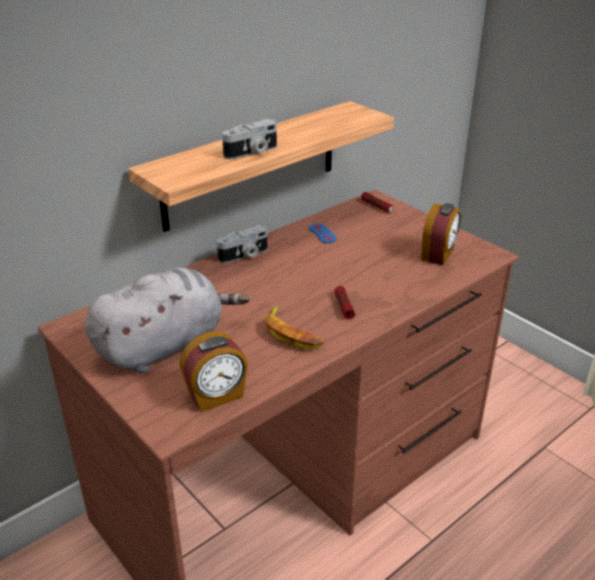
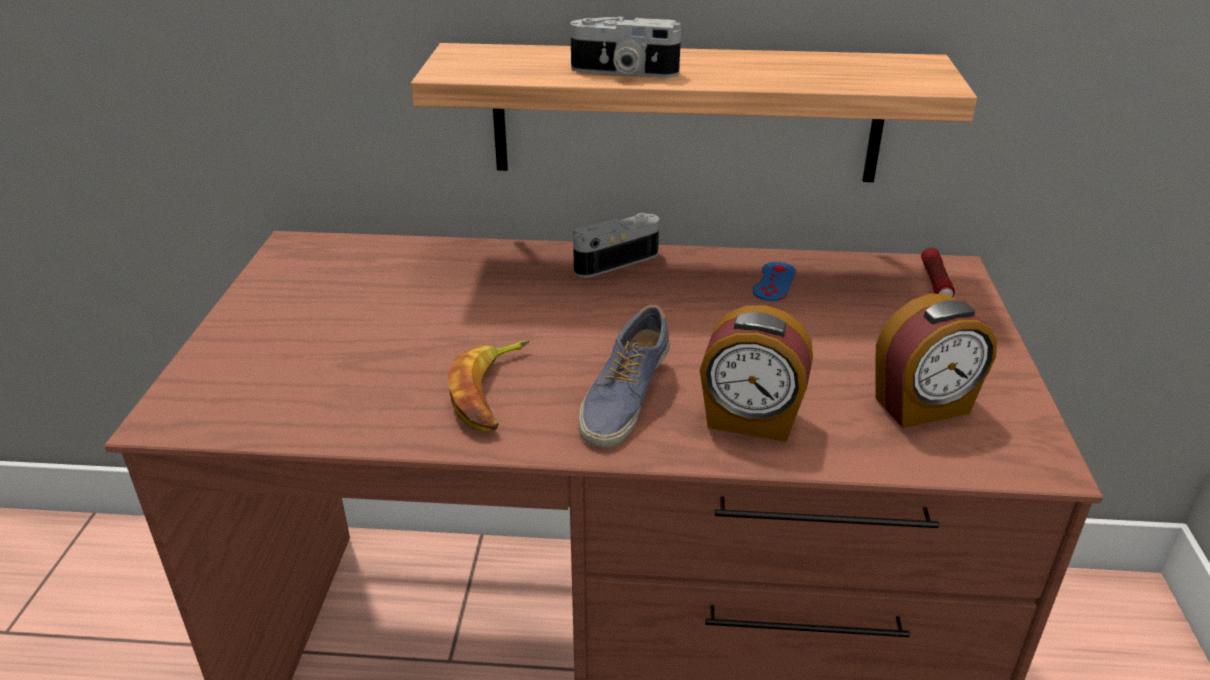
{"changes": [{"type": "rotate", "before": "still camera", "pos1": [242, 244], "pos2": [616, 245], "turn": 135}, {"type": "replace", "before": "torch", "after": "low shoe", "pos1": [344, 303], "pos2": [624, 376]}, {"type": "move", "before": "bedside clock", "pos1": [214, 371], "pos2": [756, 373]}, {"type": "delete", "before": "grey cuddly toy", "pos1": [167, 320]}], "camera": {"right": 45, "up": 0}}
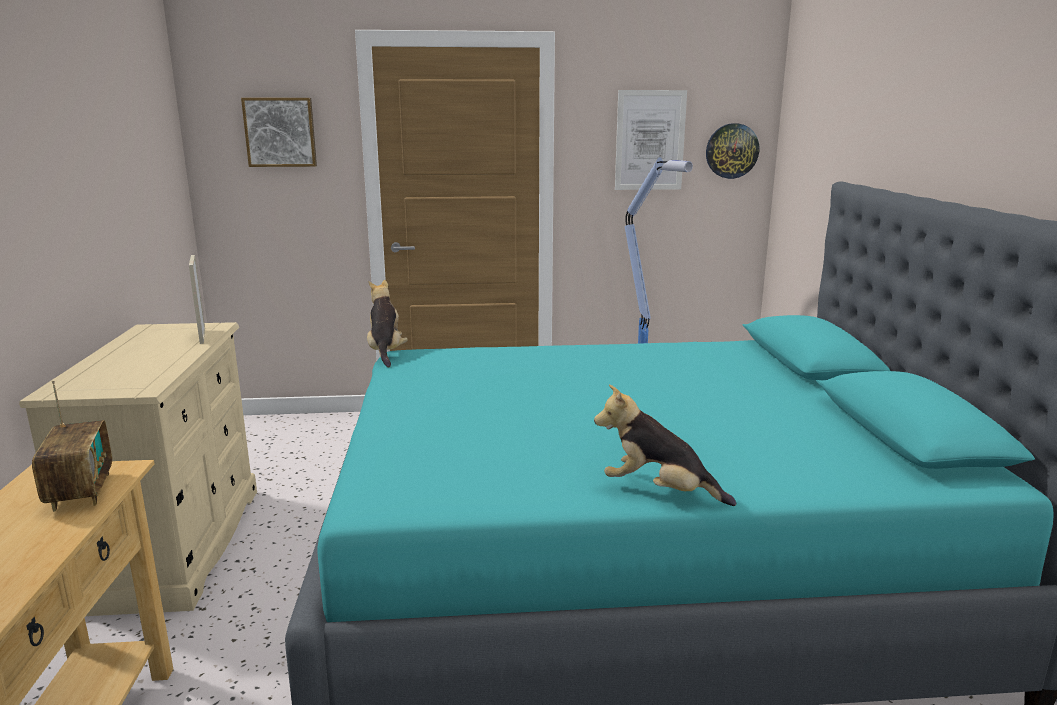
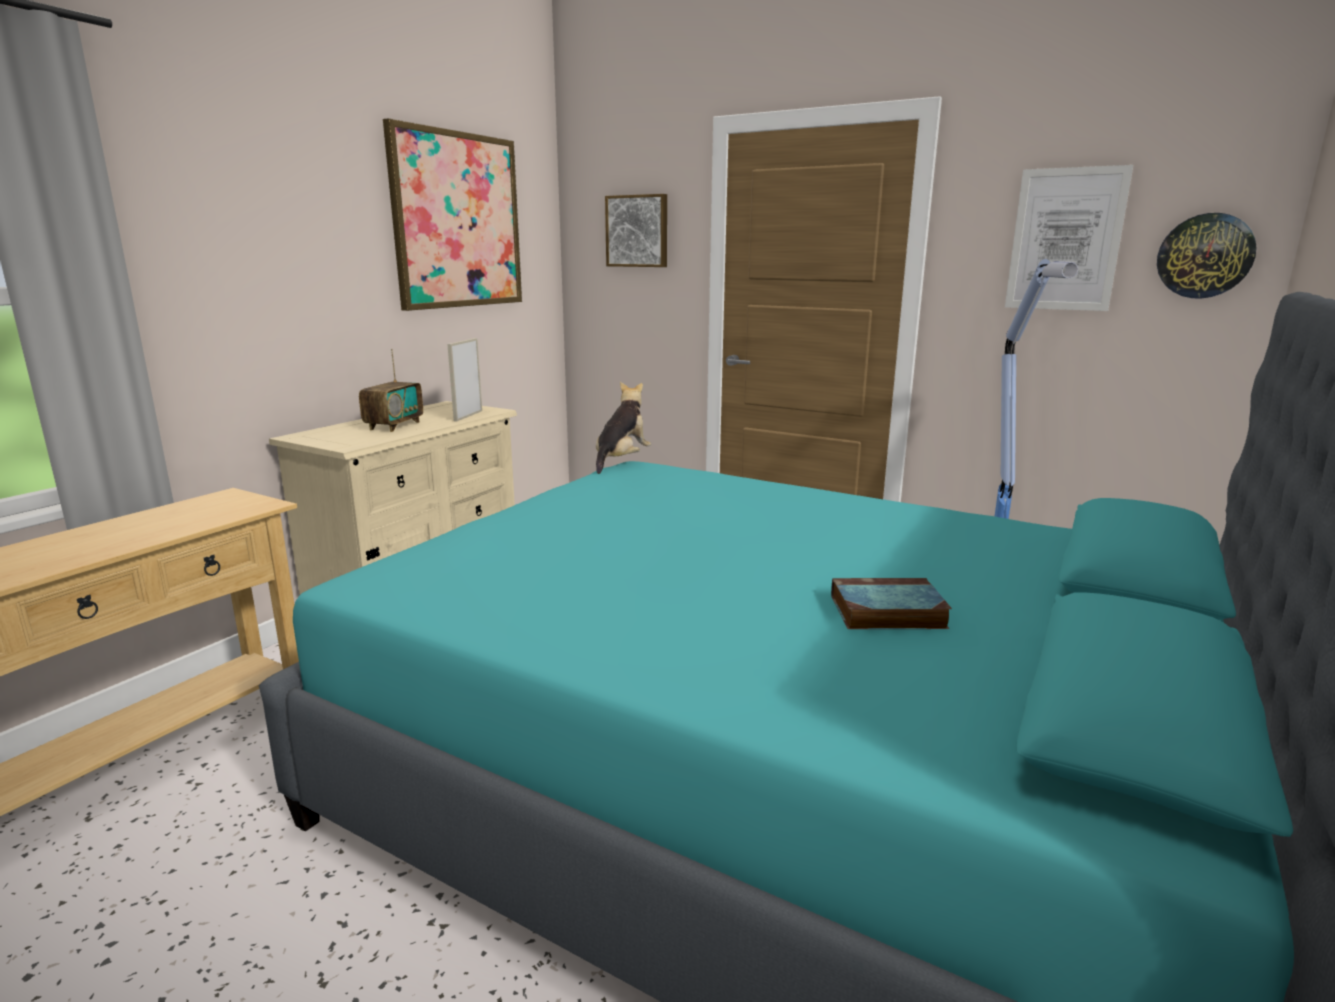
{"changes": [{"type": "move", "before": "radio set", "pos1": [72, 446], "pos2": [391, 390]}, {"type": "insert", "after": "wall art", "pos2": [452, 214]}, {"type": "insert", "after": "book", "pos2": [891, 603]}, {"type": "delete", "before": "cuddly toy", "pos1": [665, 445]}], "camera": {"right": 35, "up": 0}}
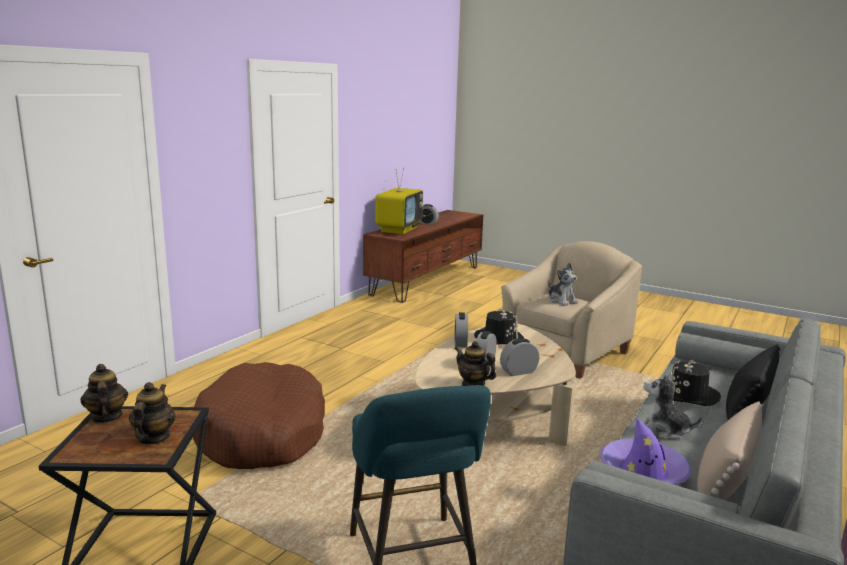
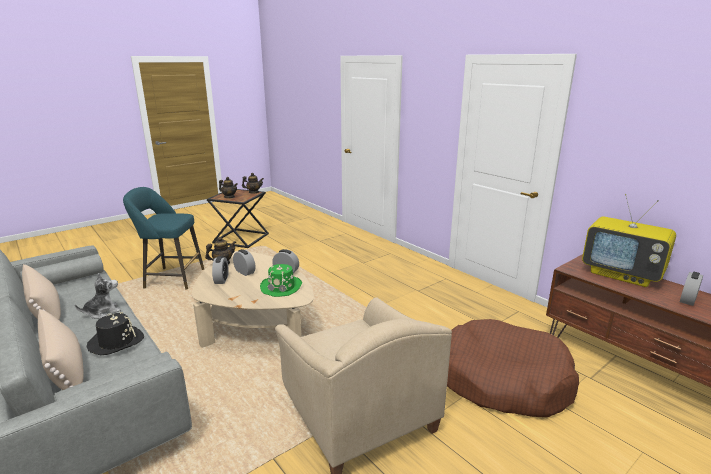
{"changes": [{"type": "recolor", "before": "blackish throw pillow", "after": "beige-coloured throw pillow", "pos1": [753, 382], "pos2": [61, 349]}, {"type": "recolor", "before": "blackish clothing hat", "after": "green clothing hat", "pos1": [499, 326], "pos2": [281, 280]}, {"type": "move", "before": "brown-coloured pet bed", "pos1": [259, 415], "pos2": [513, 368]}, {"type": "delete", "before": "cuddly toy", "pos1": [563, 284]}, {"type": "delete", "before": "purplish clothing hat", "pos1": [645, 451]}], "camera": {"right": 110, "up": 5}}
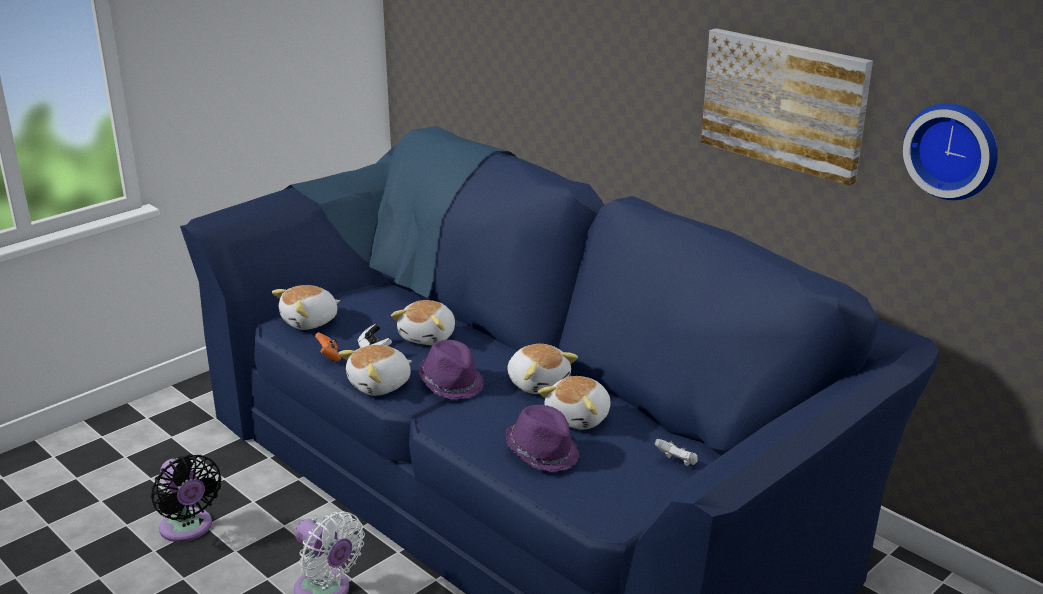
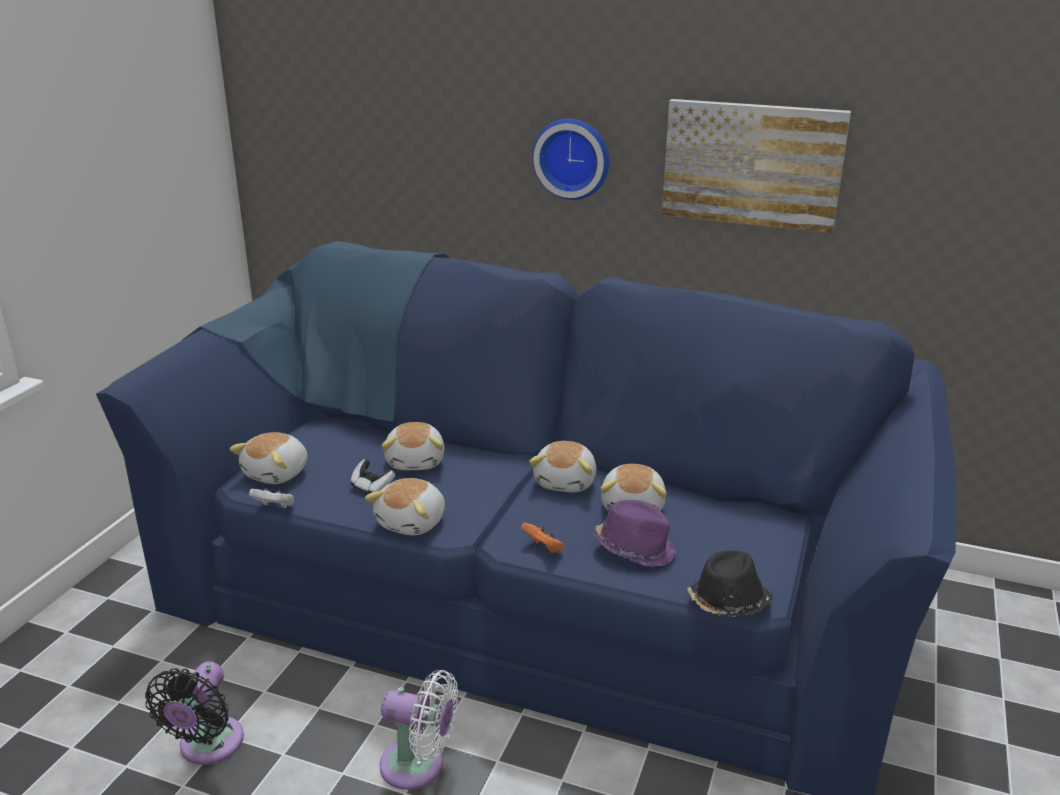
{"changes": [{"type": "rotate", "before": "blackish electric fan", "pos1": [186, 498], "pos2": [194, 713], "turn": 75}, {"type": "move", "before": "white-coloured gamepad", "pos1": [676, 452], "pos2": [271, 498]}, {"type": "move", "before": "orangey gamepad", "pos1": [328, 347], "pos2": [542, 537]}, {"type": "rotate", "before": "cuddly toy", "pos1": [542, 369], "pos2": [563, 466], "turn": 75}, {"type": "move", "before": "clock on the wall", "pos1": [950, 151], "pos2": [570, 159]}, {"type": "insert", "after": "blackish clothing hat", "pos2": [730, 583]}, {"type": "delete", "before": "purplish clothing hat", "pos1": [451, 369]}], "camera": {"right": -25, "up": 0}}
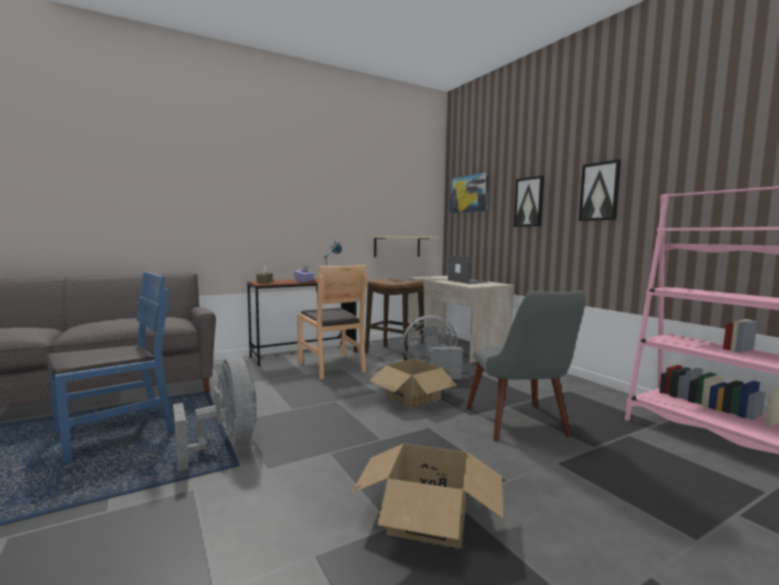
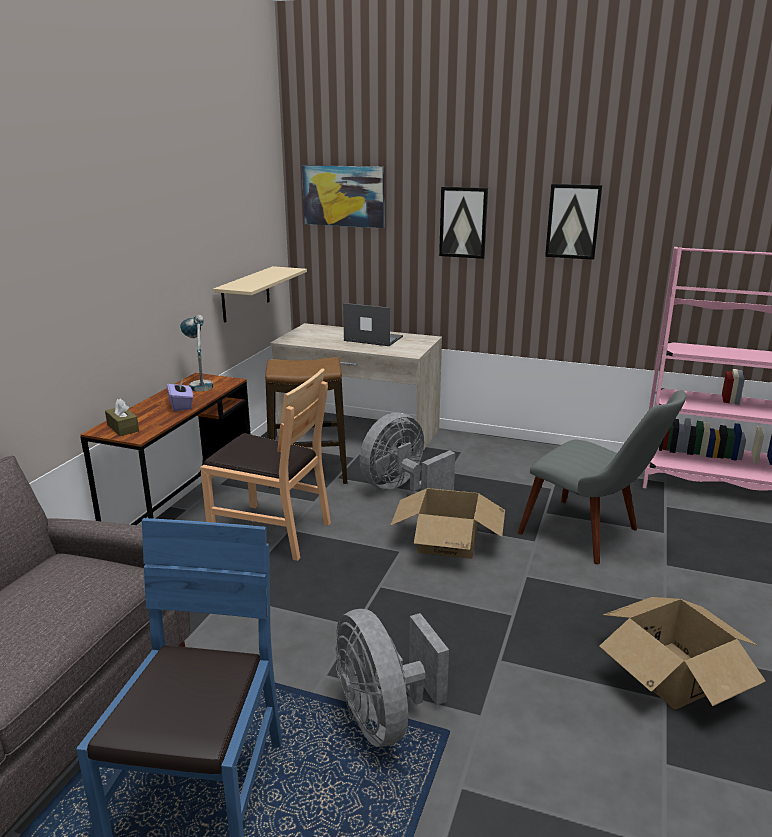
{"changes": [{"type": "rotate", "before": "grey electric fan", "pos1": [215, 414], "pos2": [392, 678], "turn": -135}], "camera": {"right": -40, "up": 15}}
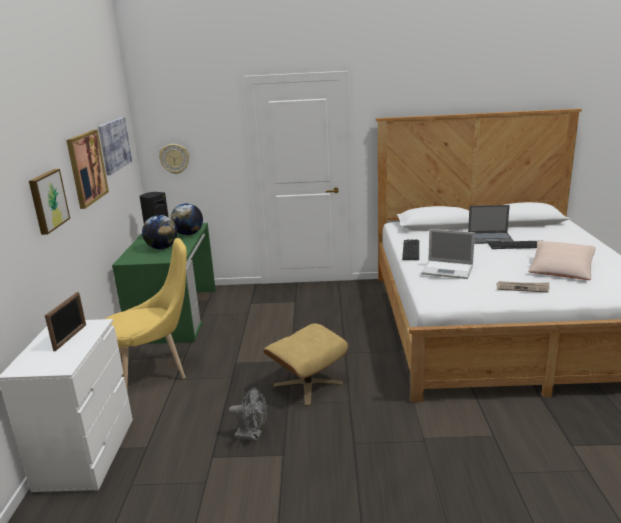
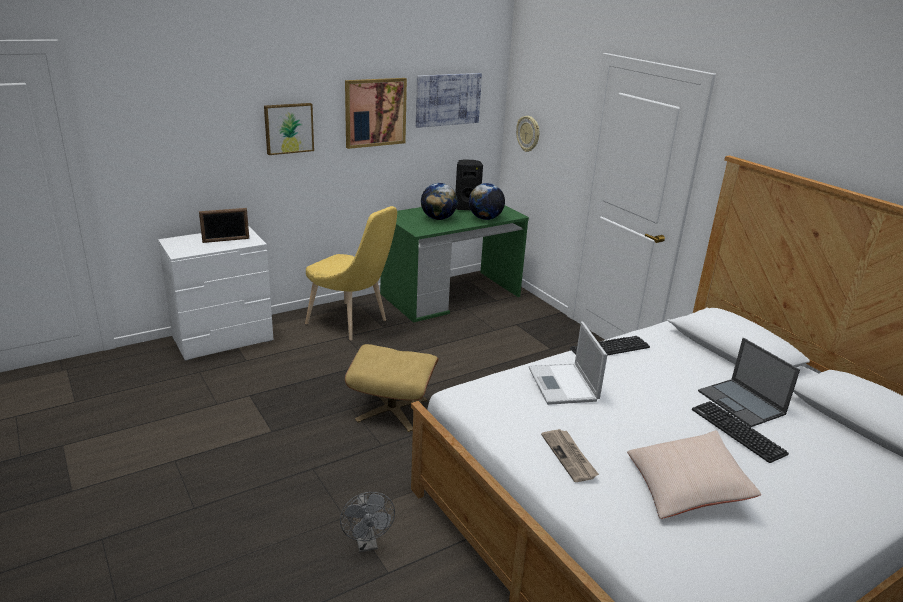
{"changes": [{"type": "move", "before": "grey electric fan", "pos1": [248, 414], "pos2": [367, 522]}], "camera": {"right": 55, "up": 5}}
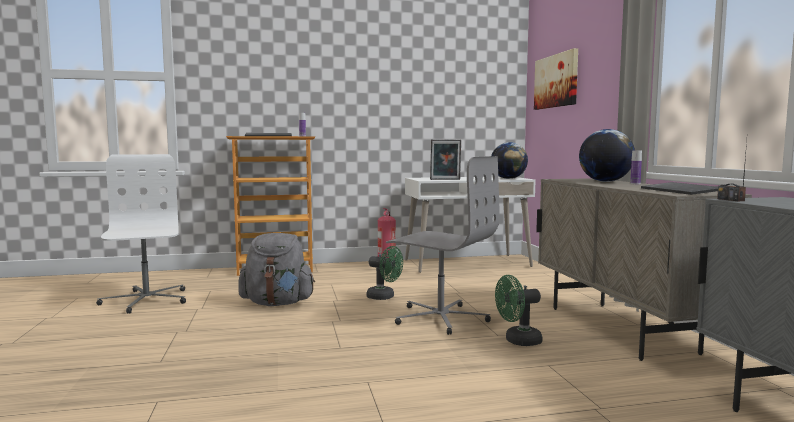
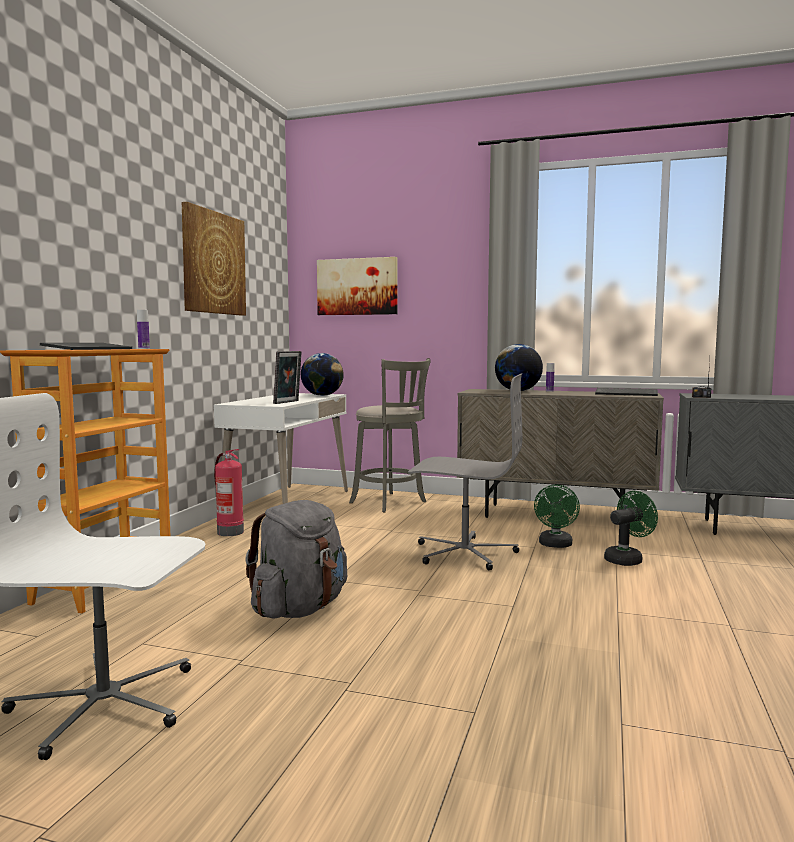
{"changes": [{"type": "insert", "after": "wall art", "pos2": [214, 259]}, {"type": "insert", "after": "grey stool seat", "pos2": [389, 435]}, {"type": "rotate", "before": "grey desk chair", "pos1": [443, 245], "pos2": [465, 472], "turn": 45}, {"type": "move", "before": "green electric fan", "pos1": [384, 273], "pos2": [631, 528]}], "camera": {"right": -60, "up": 0}}
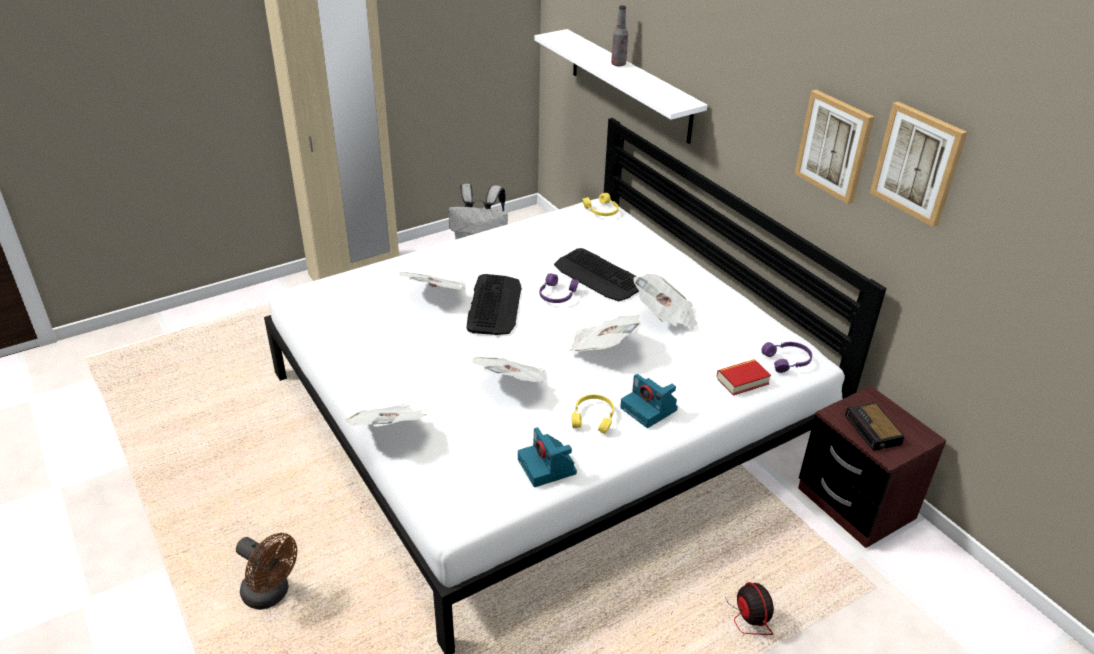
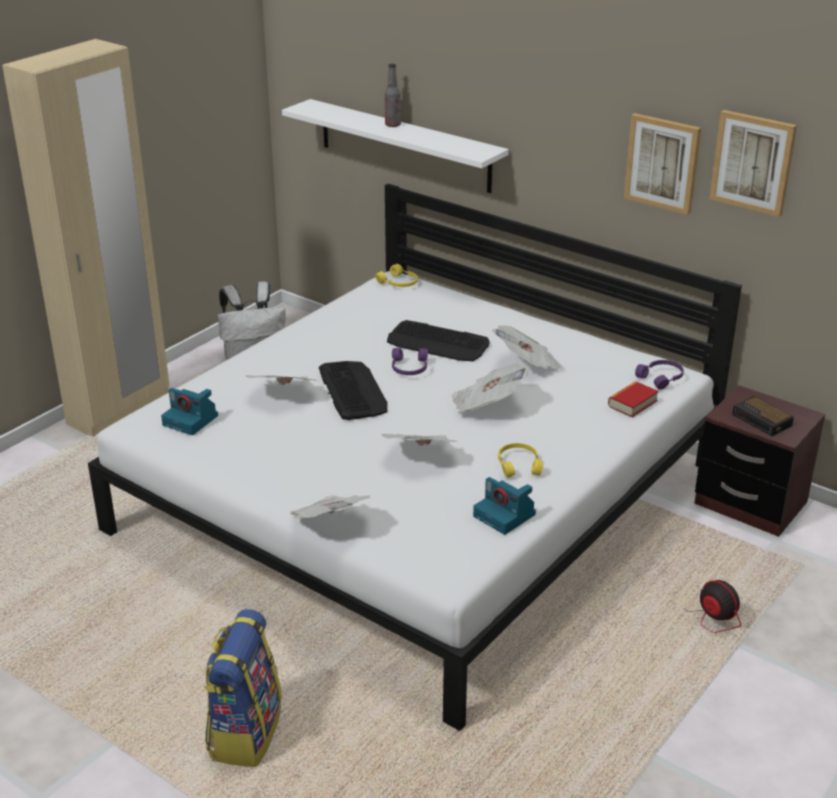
{"changes": [{"type": "move", "before": "still camera", "pos1": [649, 401], "pos2": [189, 411]}, {"type": "replace", "before": "brown-coloured electric fan", "after": "rucksack", "pos1": [266, 571], "pos2": [243, 688]}], "camera": {"right": -20, "up": -5}}
